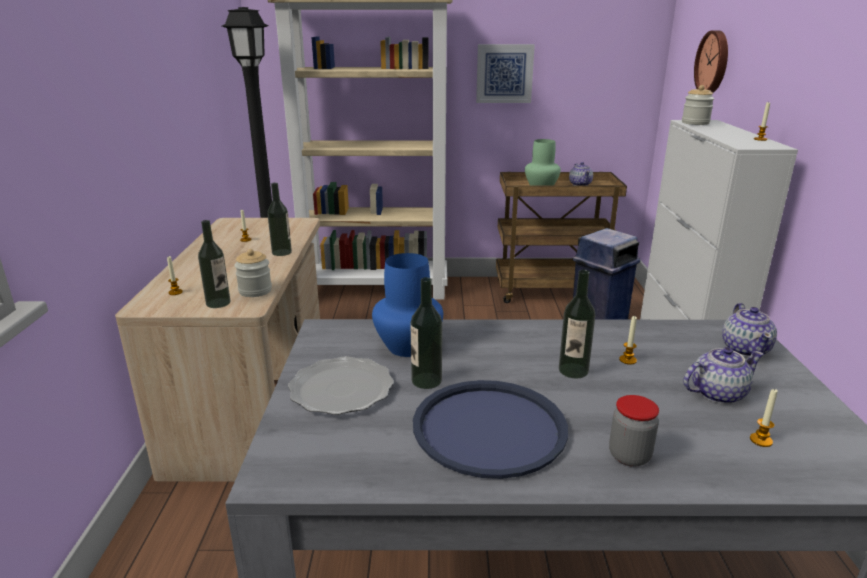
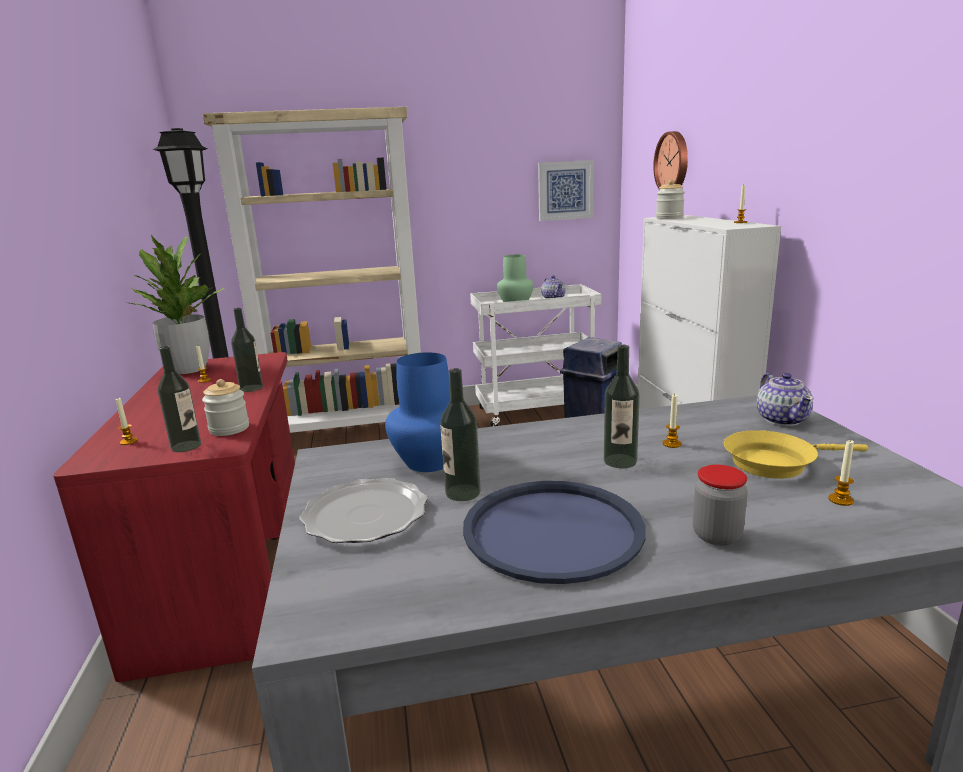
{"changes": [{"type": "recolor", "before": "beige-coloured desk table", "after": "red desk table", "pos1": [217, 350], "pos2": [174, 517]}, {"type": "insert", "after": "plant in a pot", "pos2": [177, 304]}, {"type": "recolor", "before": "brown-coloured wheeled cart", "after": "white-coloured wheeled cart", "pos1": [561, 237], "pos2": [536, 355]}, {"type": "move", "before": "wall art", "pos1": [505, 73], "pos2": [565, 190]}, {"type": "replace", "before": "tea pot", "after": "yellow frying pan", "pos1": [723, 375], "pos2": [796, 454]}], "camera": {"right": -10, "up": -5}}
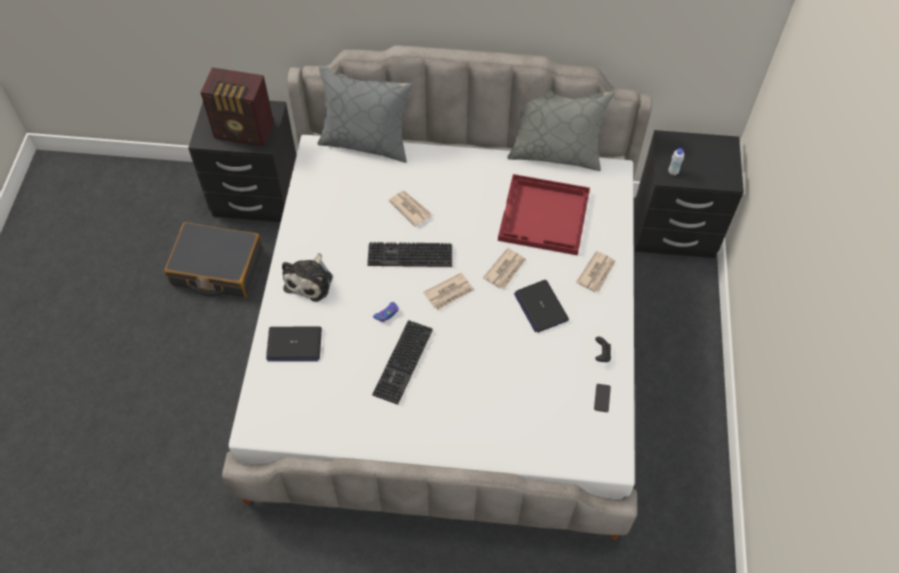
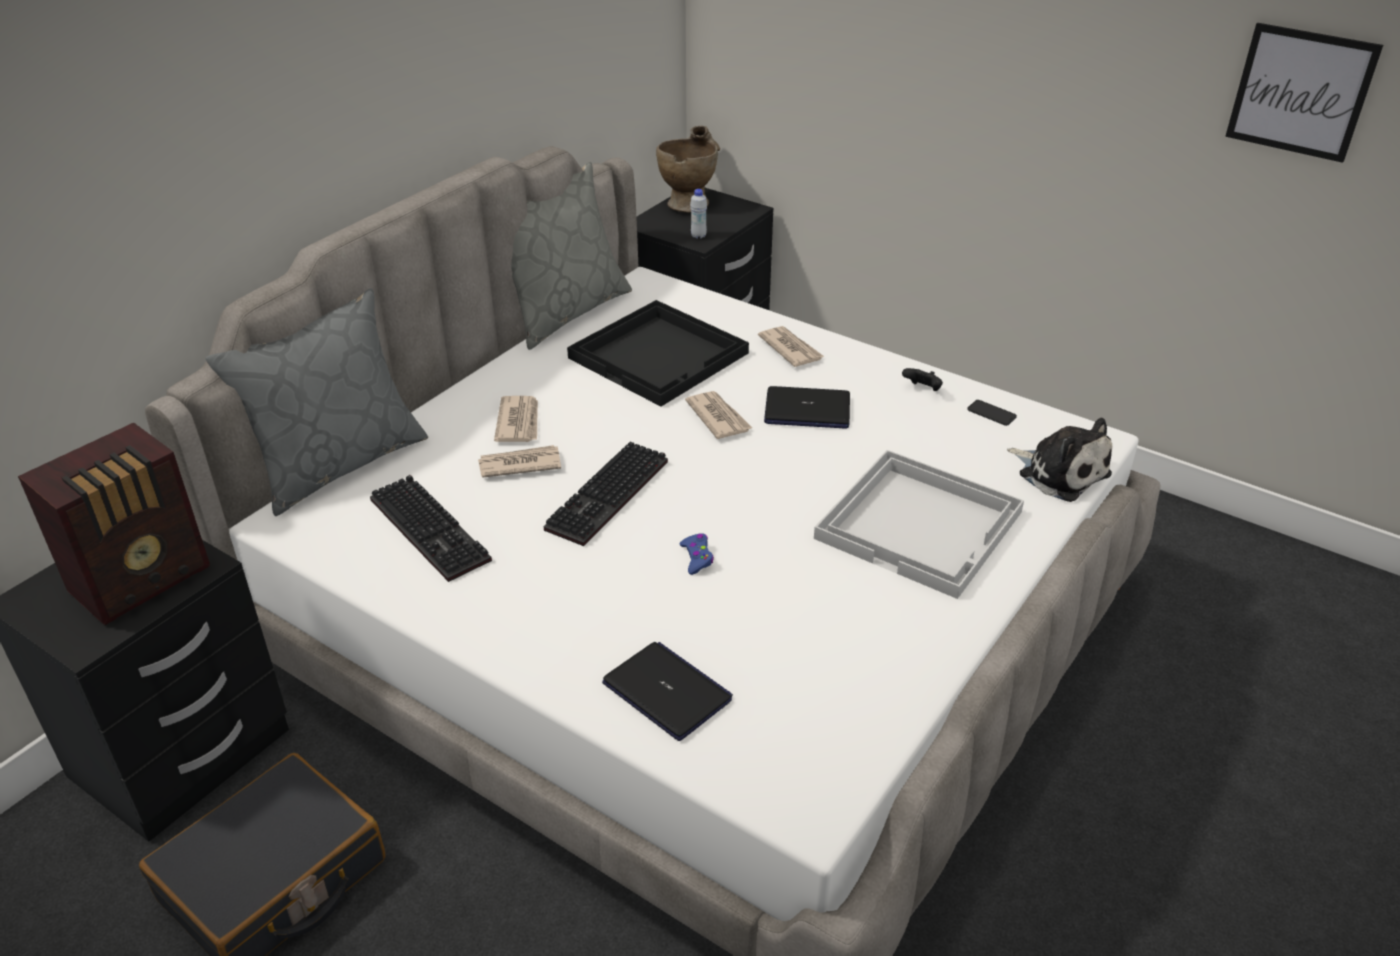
{"changes": [{"type": "move", "before": "PC keyboard", "pos1": [402, 362], "pos2": [431, 528]}, {"type": "move", "before": "printed paper", "pos1": [448, 291], "pos2": [516, 419]}, {"type": "recolor", "before": "red carrying tray", "after": "blackish carrying tray", "pos1": [544, 214], "pos2": [658, 353]}, {"type": "rotate", "before": "laptop", "pos1": [294, 344], "pos2": [667, 691], "turn": -75}, {"type": "insert", "after": "beige-coloured vase", "pos2": [688, 169]}, {"type": "insert", "after": "white-coloured carrying tray", "pos2": [919, 524]}, {"type": "move", "before": "cuddly toy", "pos1": [307, 277], "pos2": [1059, 460]}, {"type": "insert", "after": "wall art", "pos2": [1304, 93]}], "camera": {"right": -60, "up": -20}}
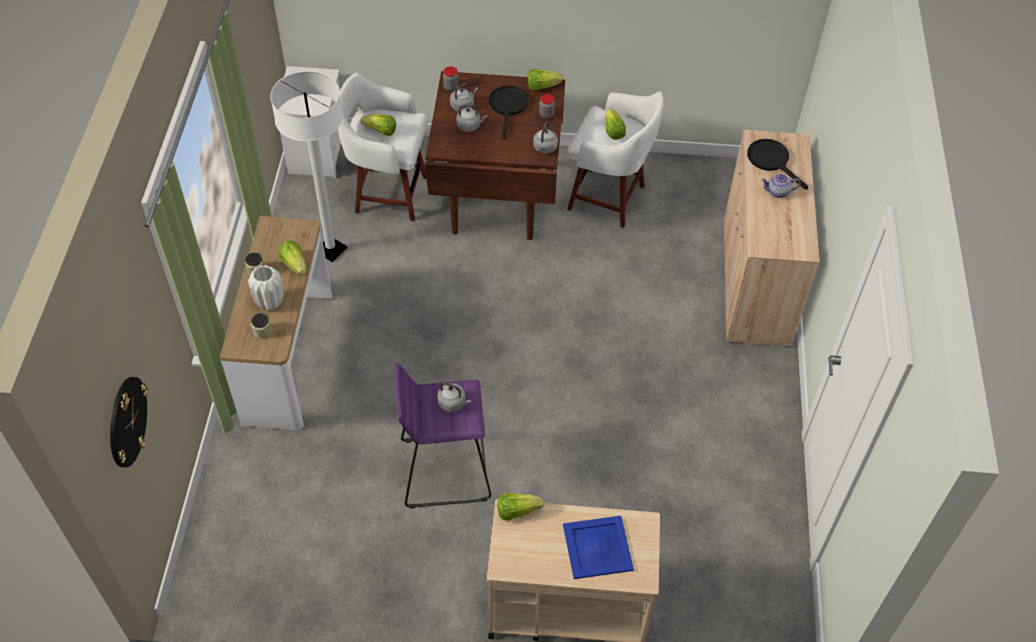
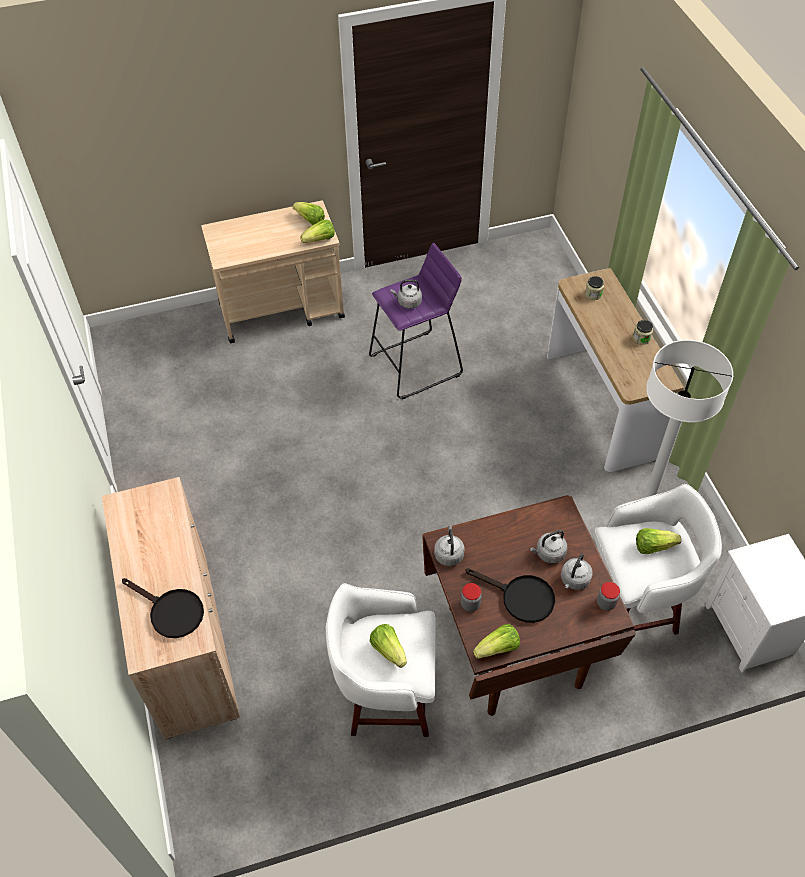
{"changes": [{"type": "move", "before": "lettuce", "pos1": [292, 258], "pos2": [309, 213]}, {"type": "rotate", "before": "blackish frying pan", "pos1": [508, 112], "pos2": [510, 595], "turn": -45}, {"type": "delete", "before": "clock on the wall", "pos1": [129, 422]}, {"type": "delete", "before": "white-coloured vase", "pos1": [266, 287]}, {"type": "delete", "before": "blue carrying tray", "pos1": [598, 547]}, {"type": "delete", "before": "tea pot", "pos1": [780, 185]}], "camera": {"right": 160, "up": 0}}
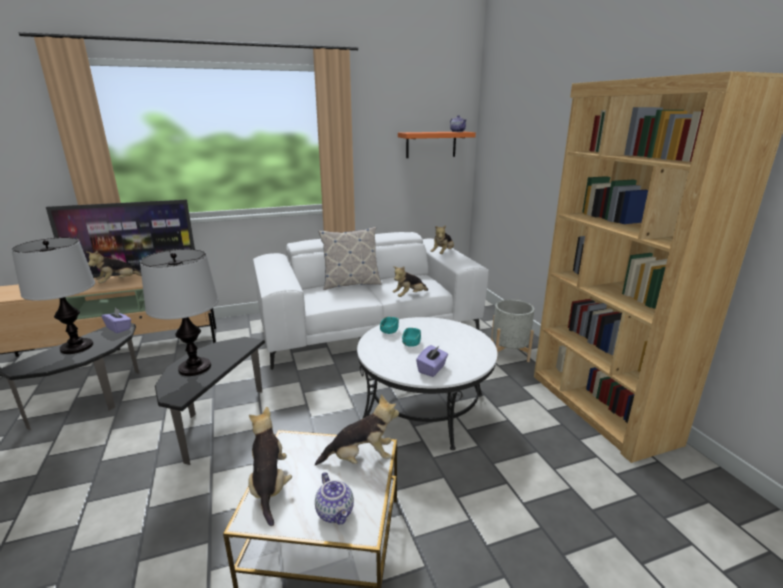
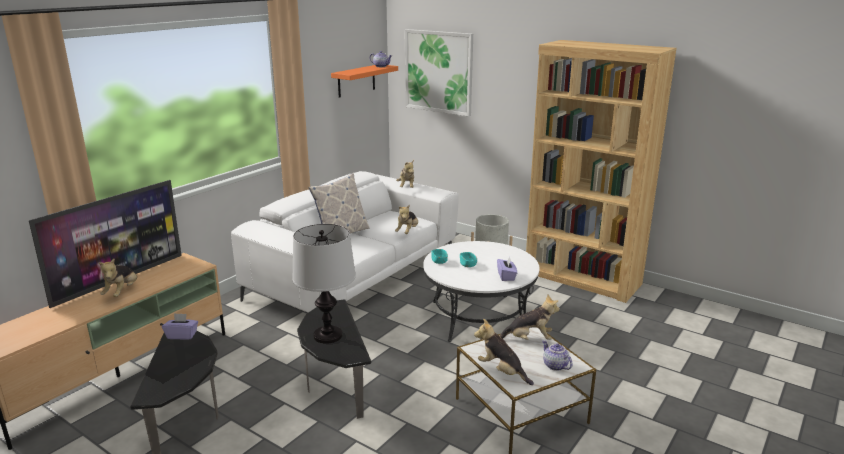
{"changes": [{"type": "insert", "after": "wall art", "pos2": [439, 72]}, {"type": "rotate", "before": "cuddly toy", "pos1": [357, 430], "pos2": [529, 317], "turn": 45}, {"type": "rotate", "before": "tea pot", "pos1": [334, 498], "pos2": [557, 355], "turn": -150}, {"type": "delete", "before": "tabletop lamp", "pos1": [53, 295]}], "camera": {"right": -35, "up": 0}}
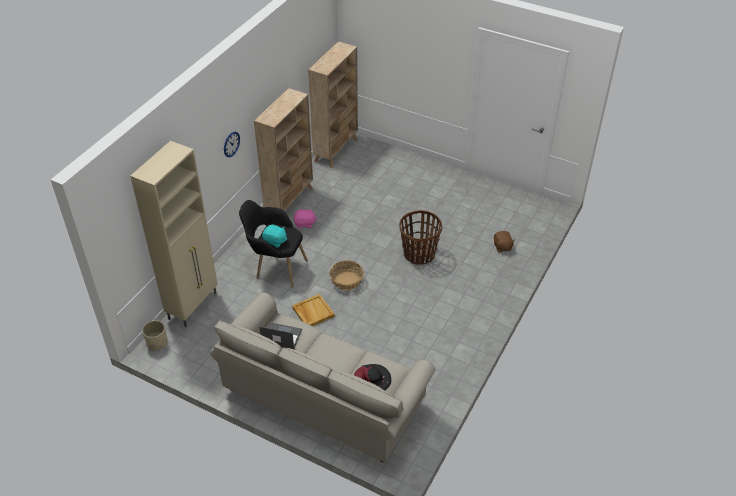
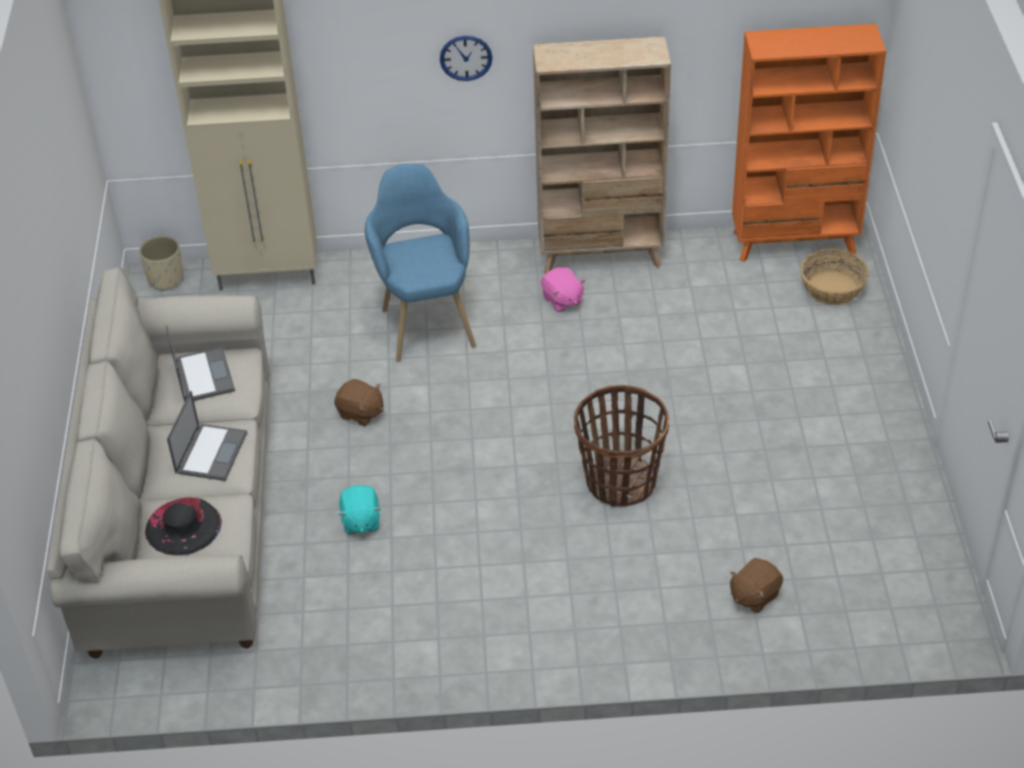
{"changes": [{"type": "insert", "after": "laptop", "pos2": [207, 436]}, {"type": "replace", "before": "beige-coloured carrying tray", "after": "brown-coloured cuddly toy", "pos1": [313, 310], "pos2": [359, 402]}, {"type": "move", "before": "turquoise-coloured cuddly toy", "pos1": [274, 236], "pos2": [359, 509]}, {"type": "recolor", "before": "blackish easy chair", "after": "blue easy chair", "pos1": [273, 244], "pos2": [420, 263]}, {"type": "recolor", "before": "beige-coloured bookcase", "after": "orangey bookcase", "pos1": [333, 104], "pos2": [809, 142]}, {"type": "move", "before": "household basket", "pos1": [346, 275], "pos2": [835, 277]}], "camera": {"right": 60, "up": 0}}
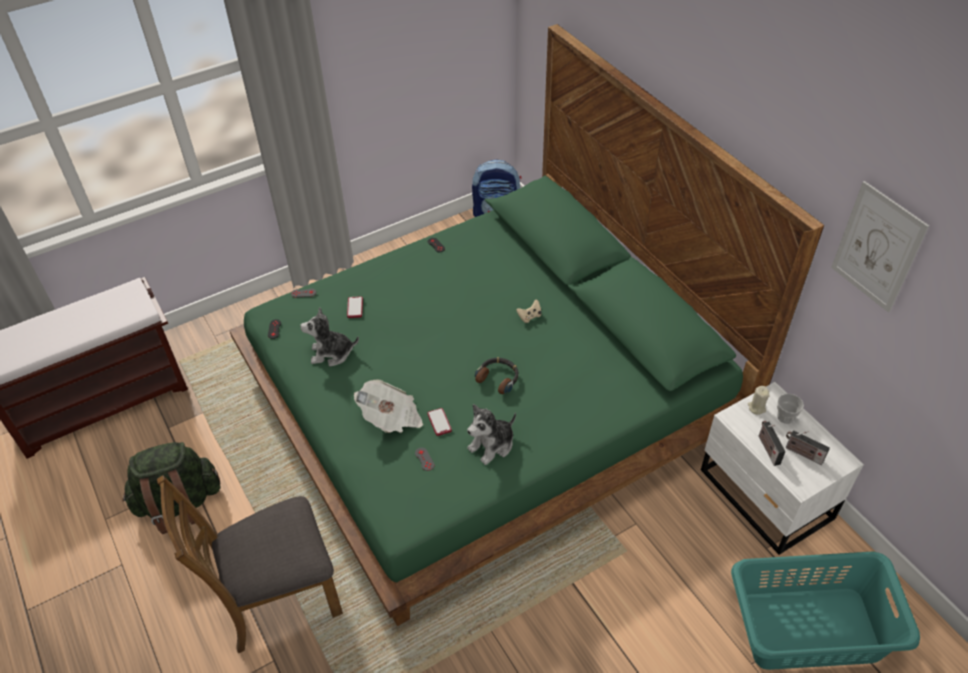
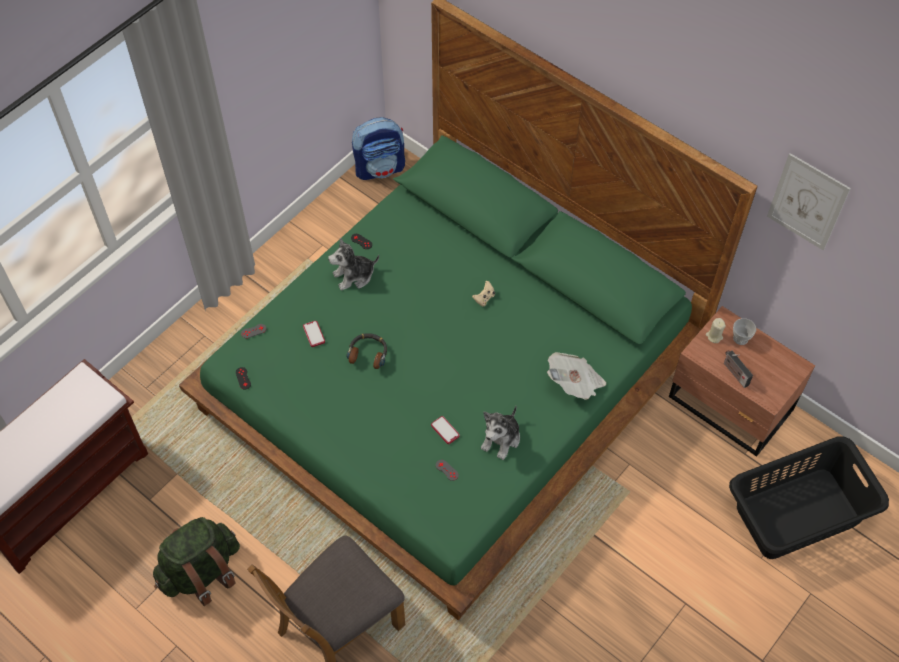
{"changes": [{"type": "move", "before": "cuddly toy", "pos1": [329, 337], "pos2": [353, 264]}, {"type": "move", "before": "headphones", "pos1": [496, 375], "pos2": [367, 351]}, {"type": "move", "before": "printed paper", "pos1": [388, 406], "pos2": [576, 376]}, {"type": "recolor", "before": "white-coloured nightstand", "after": "brown-coloured nightstand", "pos1": [782, 468], "pos2": [742, 381]}, {"type": "recolor", "before": "turquoise-coloured laundry basket", "after": "blackish laundry basket", "pos1": [825, 610], "pos2": [809, 497]}, {"type": "delete", "before": "radio set", "pos1": [808, 447]}], "camera": {"right": -20, "up": 10}}
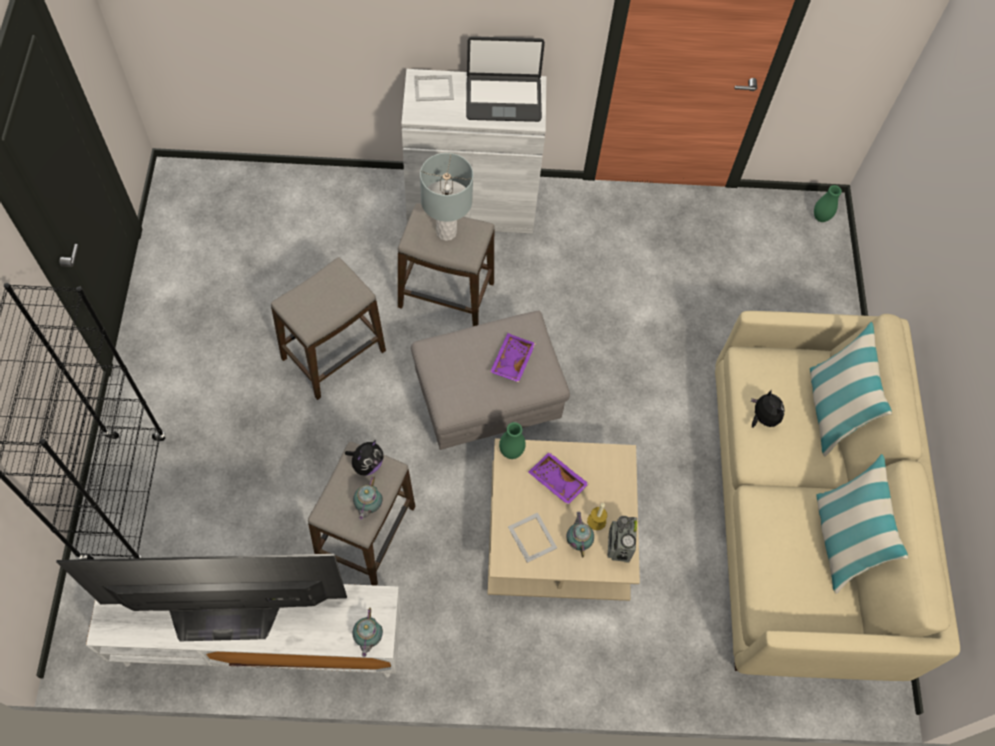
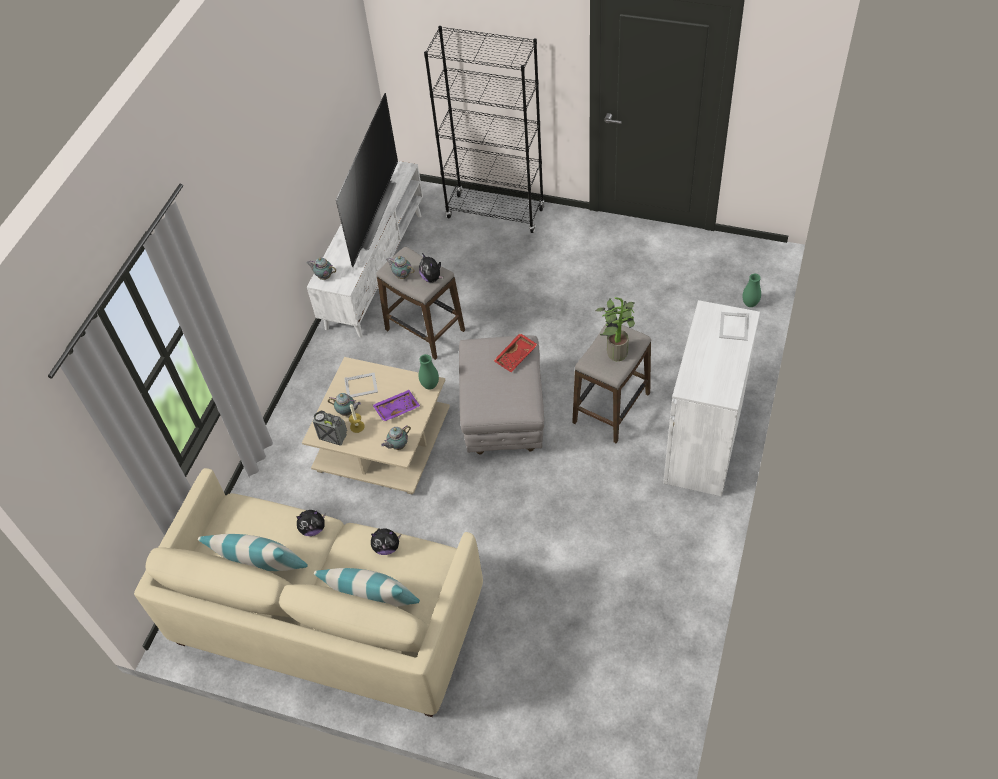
{"changes": [{"type": "insert", "after": "cuddly toy", "pos2": [310, 523]}, {"type": "insert", "after": "tea pot", "pos2": [396, 437]}, {"type": "insert", "after": "red carrying tray", "pos2": [515, 352]}, {"type": "replace", "before": "grey tabletop lamp", "after": "plant in a pot", "pos1": [446, 197], "pos2": [615, 329]}, {"type": "move", "before": "green vase", "pos1": [828, 203], "pos2": [751, 290]}, {"type": "delete", "before": "stool seat", "pos1": [328, 328]}, {"type": "delete", "before": "laptop", "pos1": [505, 79]}, {"type": "delete", "before": "purplish carrying tray", "pos1": [513, 358]}], "camera": {"right": 115, "up": -10}}
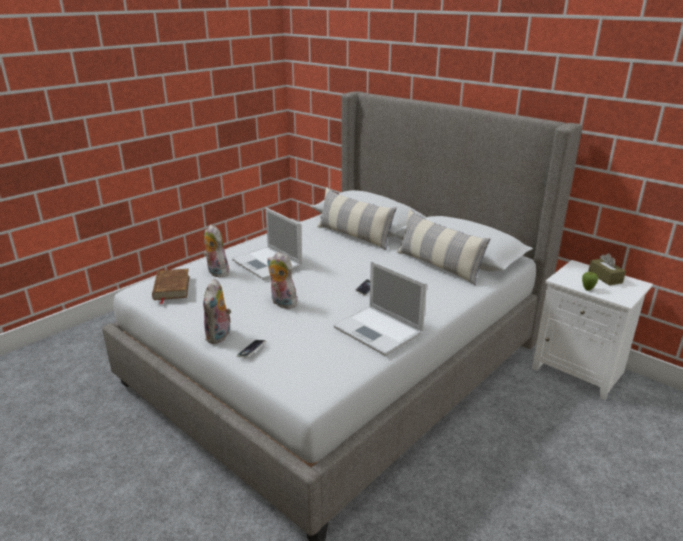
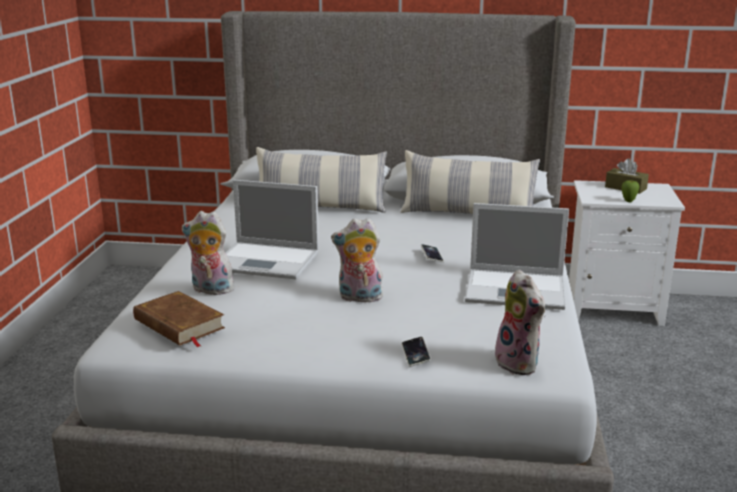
{"changes": [{"type": "move", "before": "cuddly toy", "pos1": [217, 311], "pos2": [520, 322]}], "camera": {"right": -35, "up": -5}}
